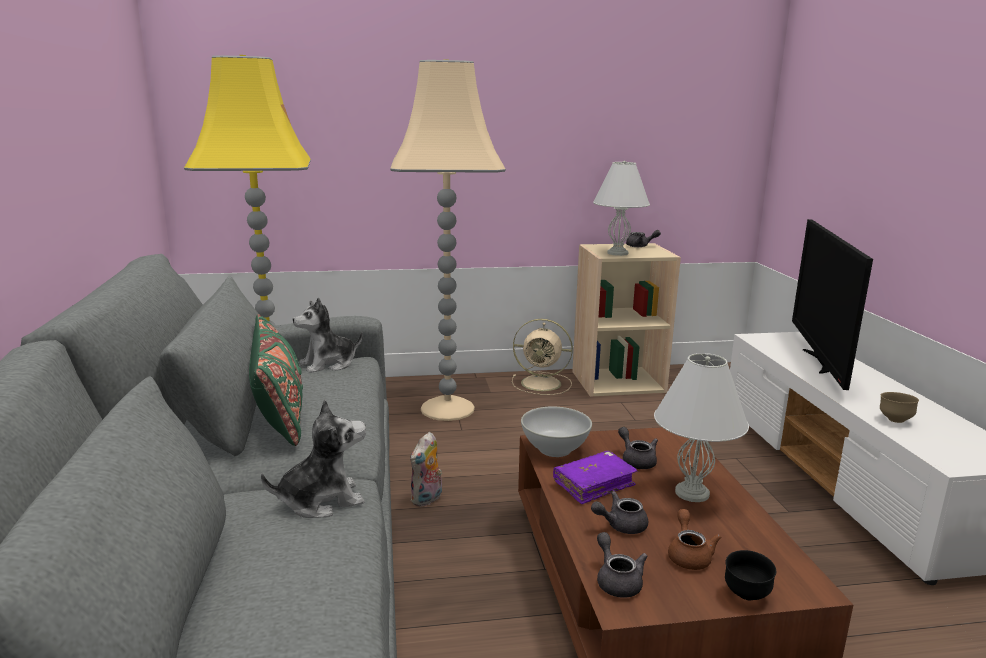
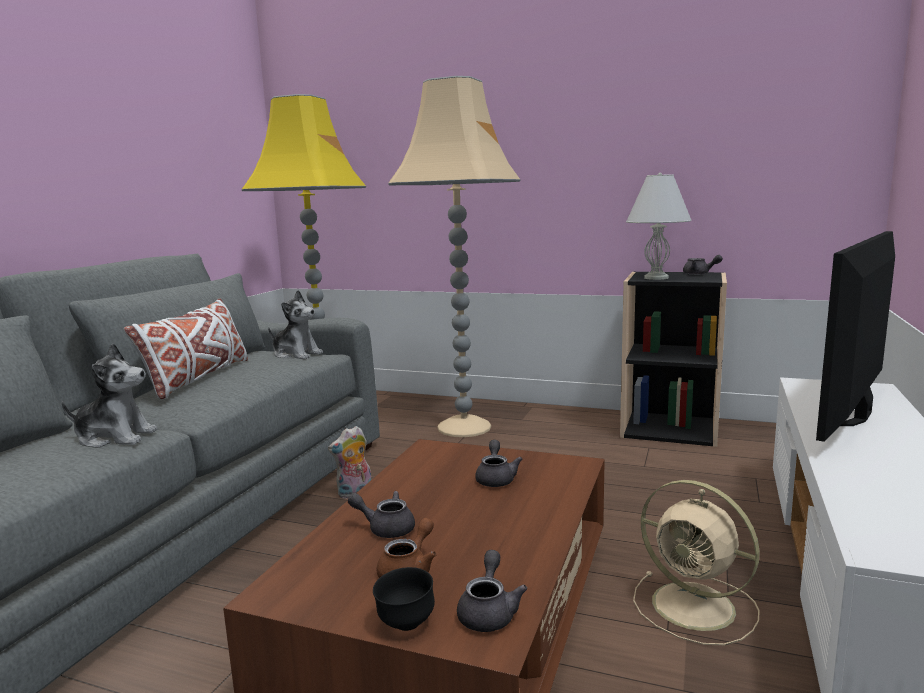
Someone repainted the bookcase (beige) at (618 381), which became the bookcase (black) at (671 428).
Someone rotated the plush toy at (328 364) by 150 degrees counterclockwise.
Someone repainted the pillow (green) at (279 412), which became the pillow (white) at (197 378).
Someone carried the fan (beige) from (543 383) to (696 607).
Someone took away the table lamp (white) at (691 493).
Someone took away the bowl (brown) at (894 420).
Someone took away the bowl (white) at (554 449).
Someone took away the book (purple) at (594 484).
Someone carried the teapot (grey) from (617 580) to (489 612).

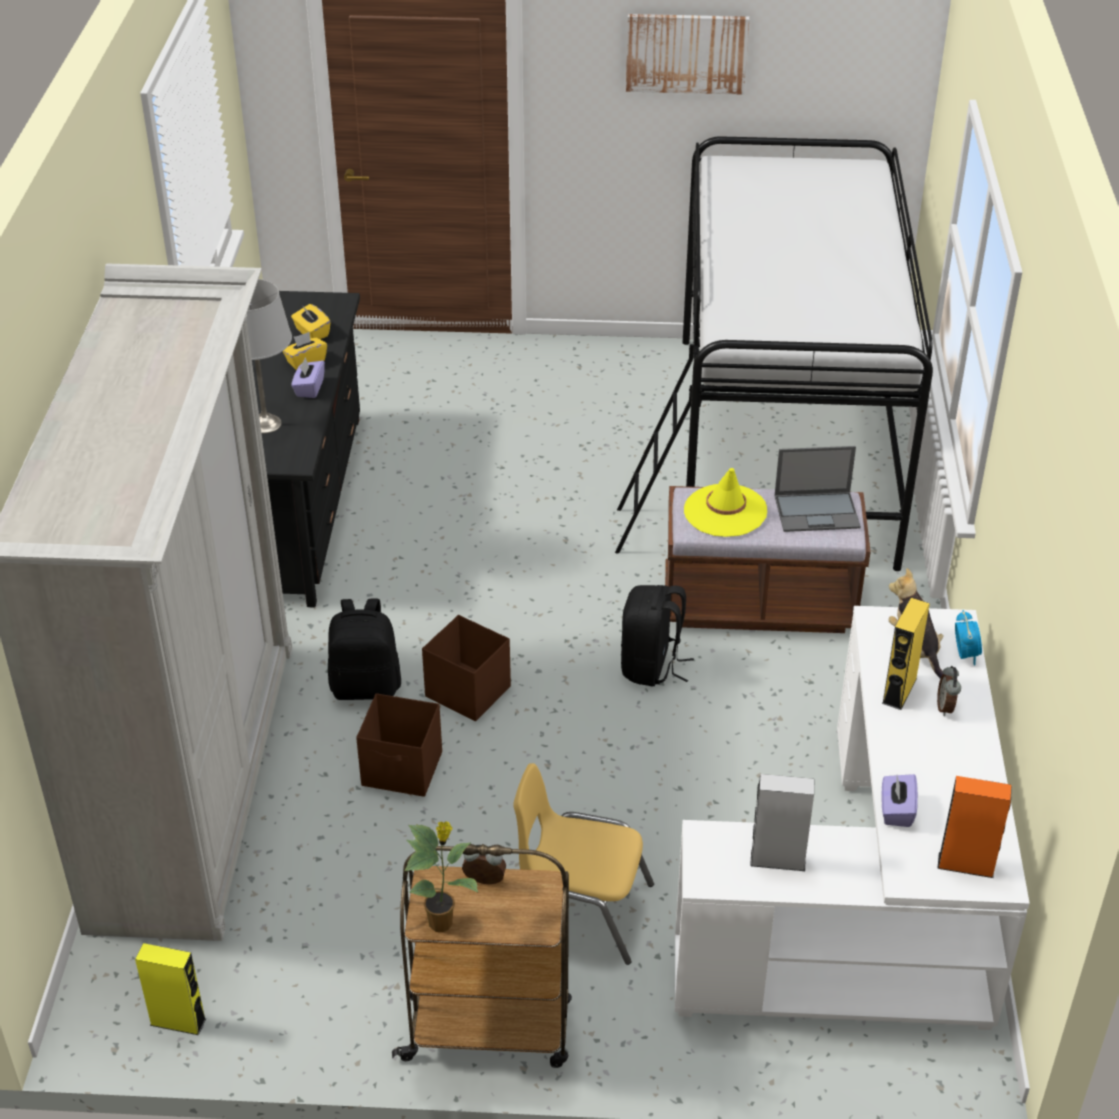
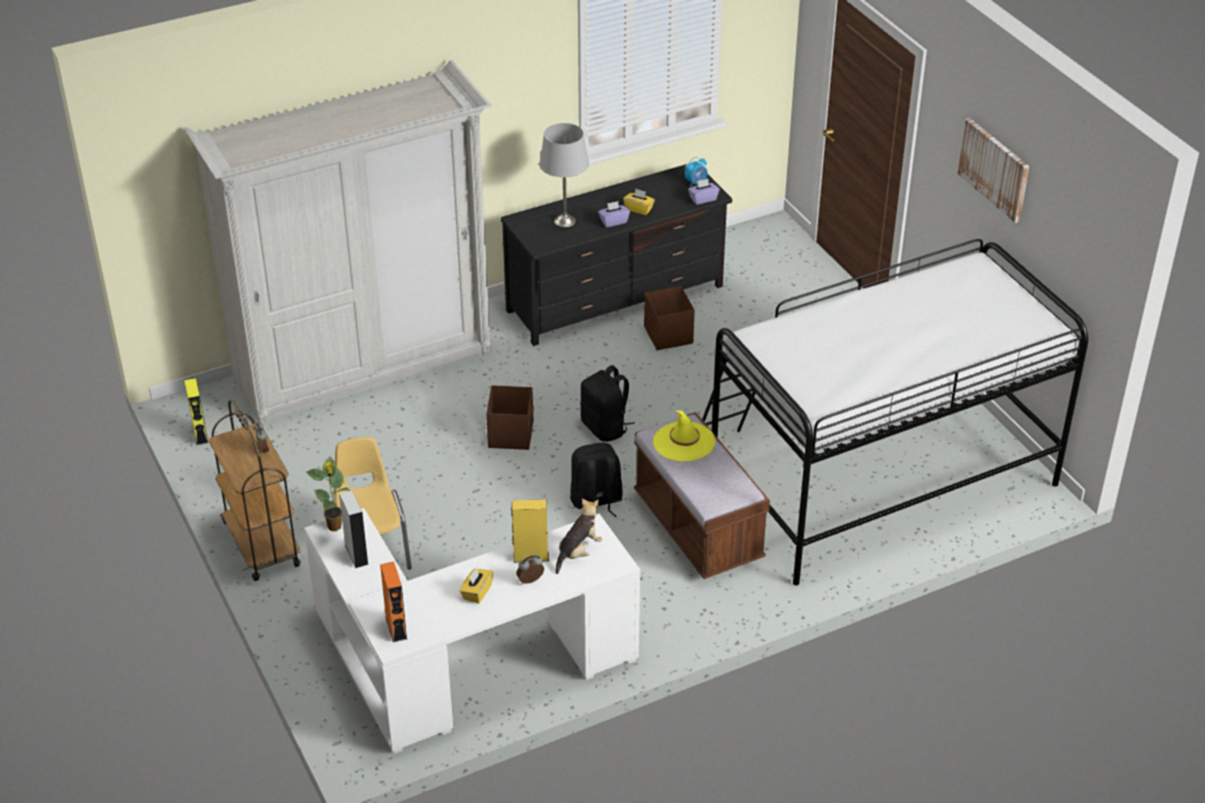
Someone carried the tissue box (yellow) from (312 333) to (476 592).
Someone took away the laptop at (817 511).
Someone carried the backpack (black) from (366 686) to (605 428).
Someone carried the alarm clock from (965 654) to (696 183).
Someone carried the storage box (brown) from (403 770) to (668 336).
Someone carried the tissue box (purple) from (896 811) to (703 199).
Someone carried the potted plant from (442 922) to (335 527).

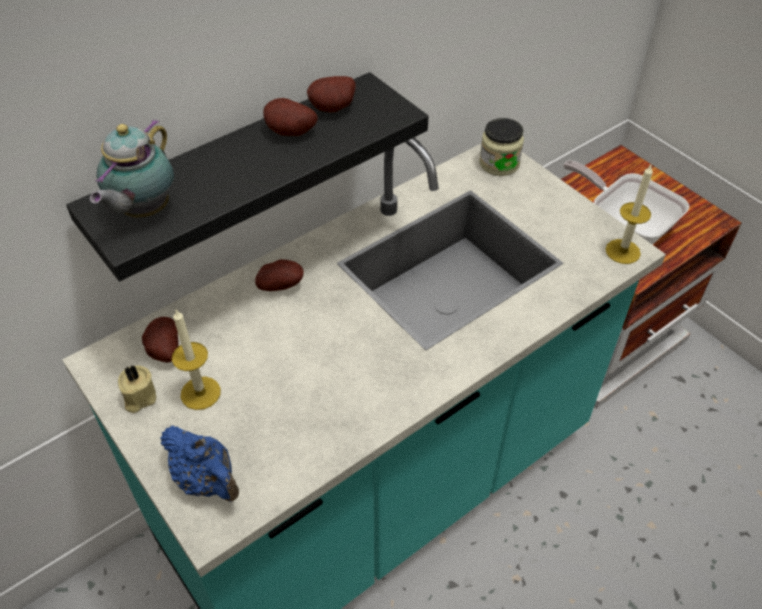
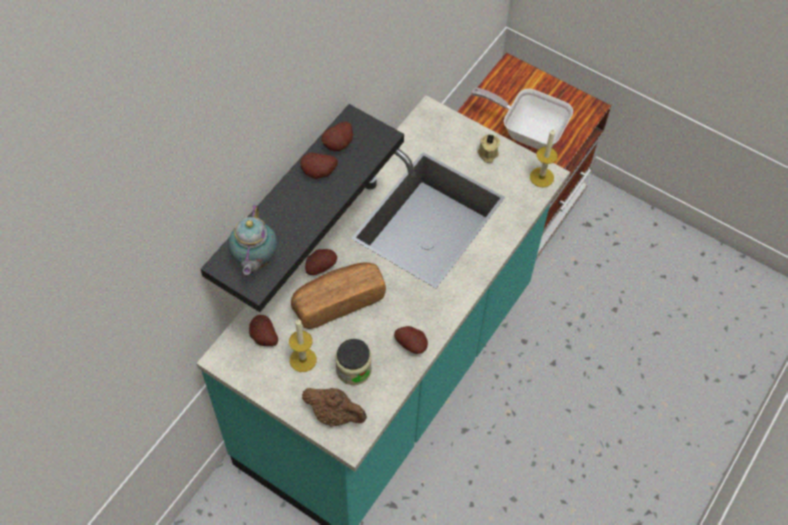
Someone carried the jar from (499 163) to (353 369).
Someone carried the candle (beige) from (139 397) to (487 154).
Someone repainted the teapot (blue) at (207 480), which became the teapot (brown) at (335 414).
Someone put down the bread at (338 301).
Someone put down the potato at (412 344).

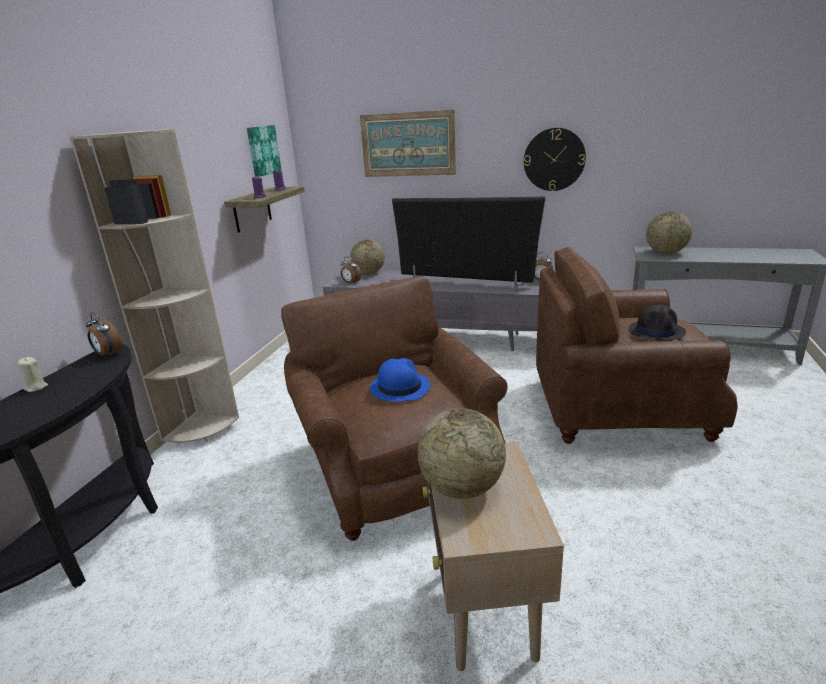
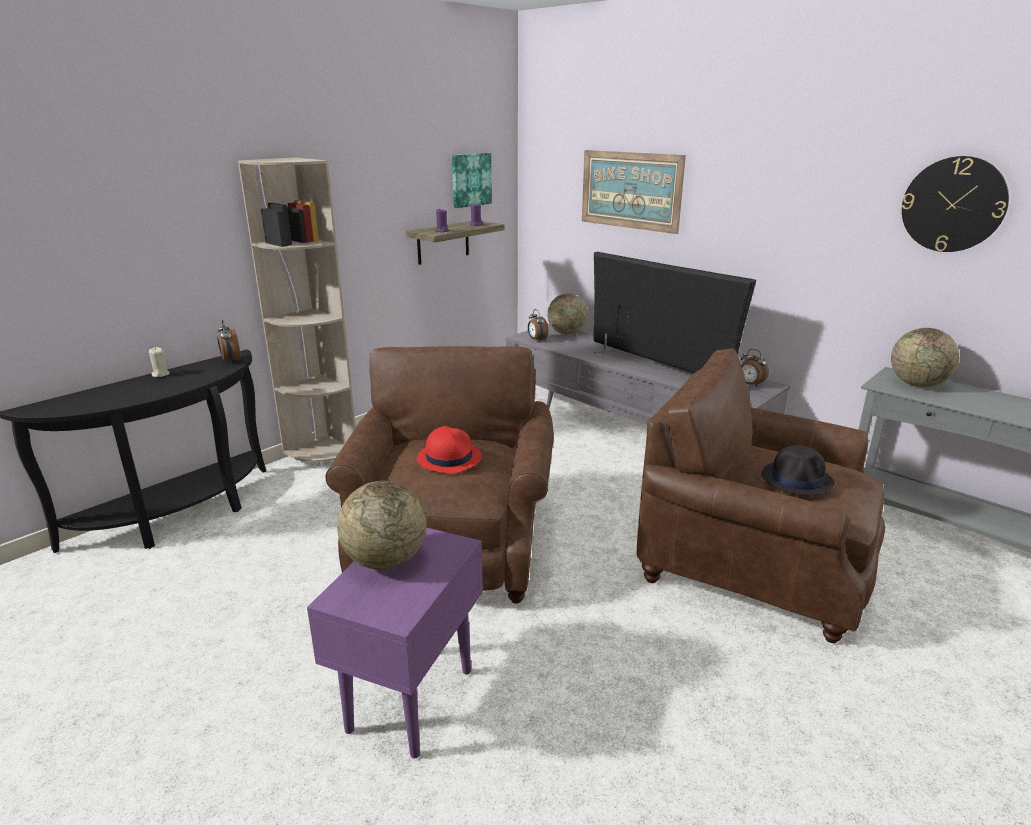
Someone carried the wall clock from (554 159) to (953 204).
Someone repainted the hat (blue) at (399 387), which became the hat (red) at (449 458).
Someone repainted the side table (beige) at (486 614), which became the side table (purple) at (409 701).

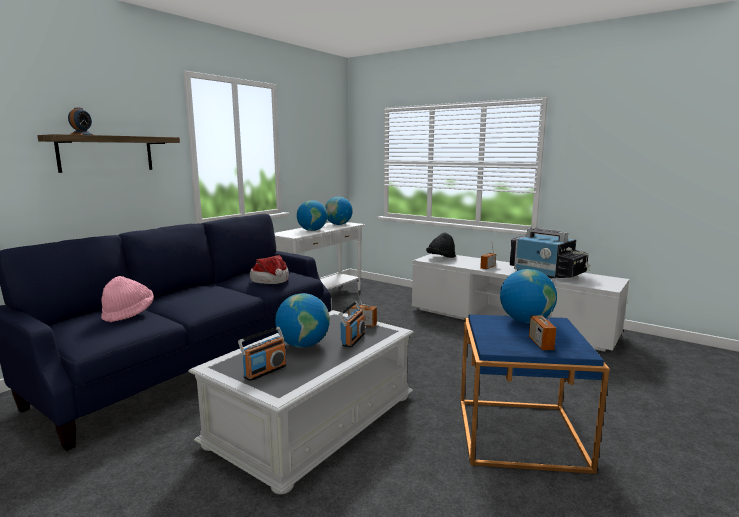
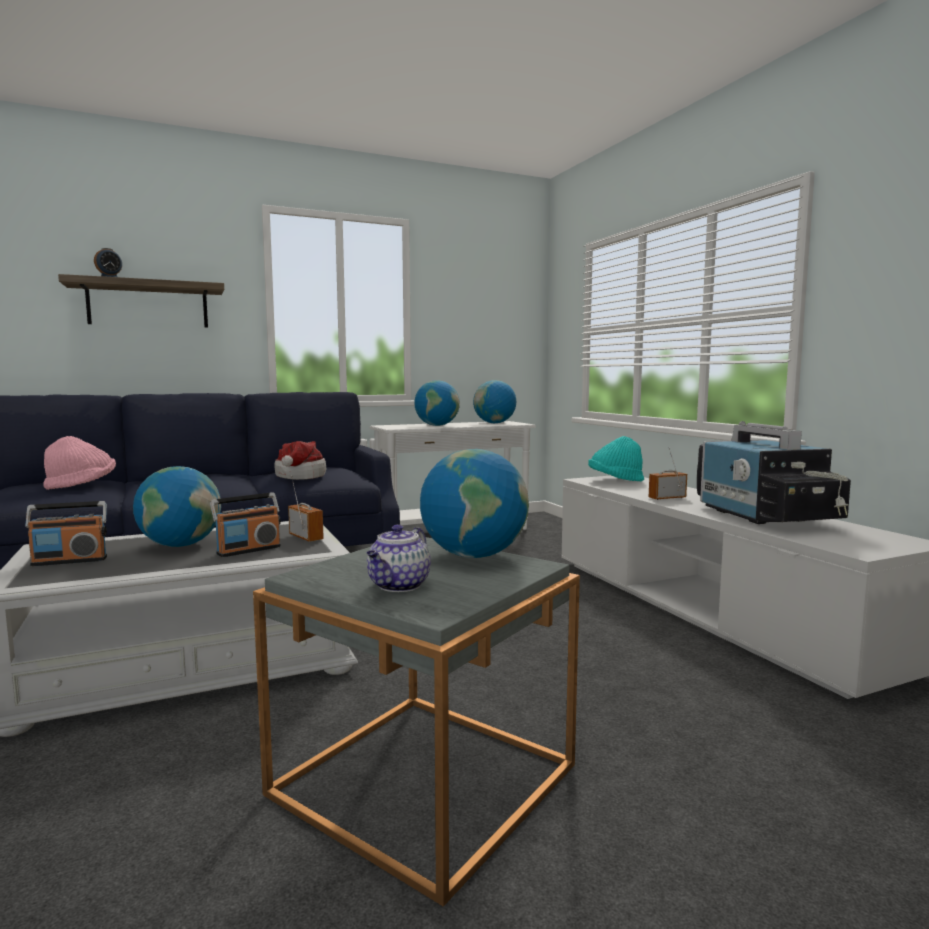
Someone repainted the hat (black) at (441 258), which became the hat (turquoise) at (615 481).
Someone swapped the radio at (540 344) for the teapot at (399 586).
Someone repainted the side table (blue) at (520 433), which became the side table (grey) at (424 779).

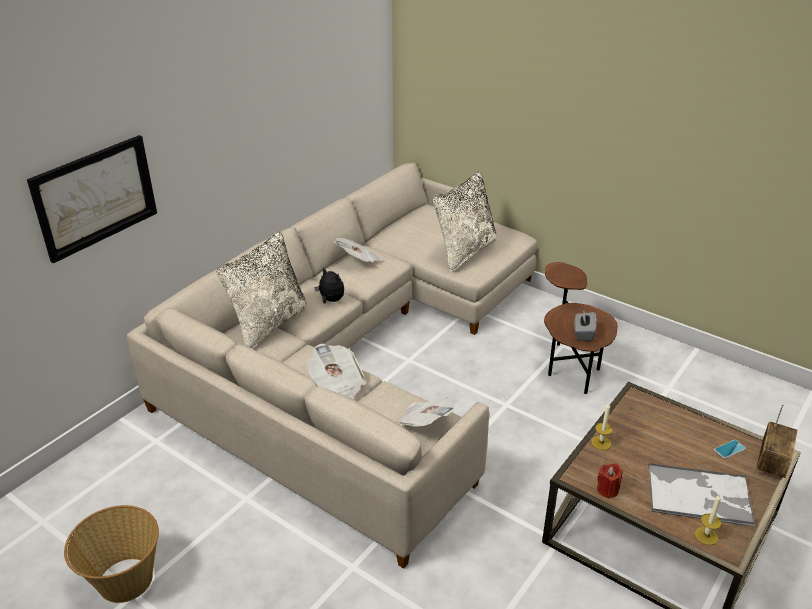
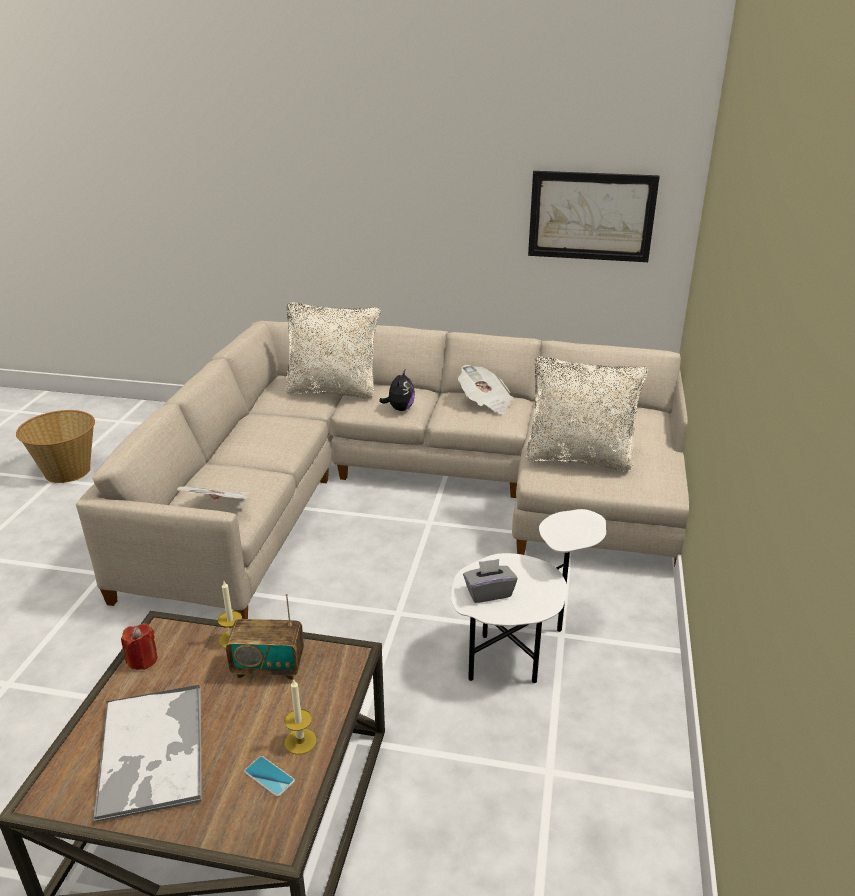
Someone carried the picture from (95 197) to (591 216).
Someone repainted the side table (brown) at (569 365), which became the side table (white) at (521 650).
Someone took away the newspaper at (337 385).
Someone carried the radio from (771 463) to (268 667).
Someone carried the candle from (706 536) to (300 741).

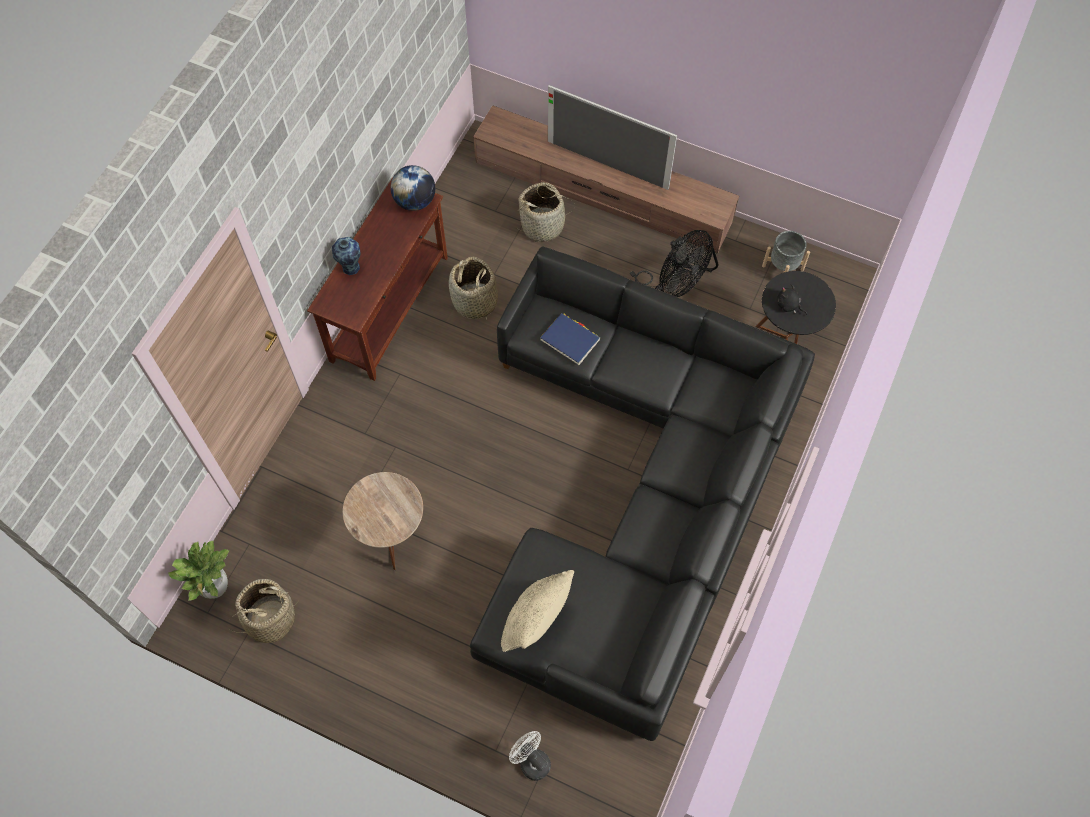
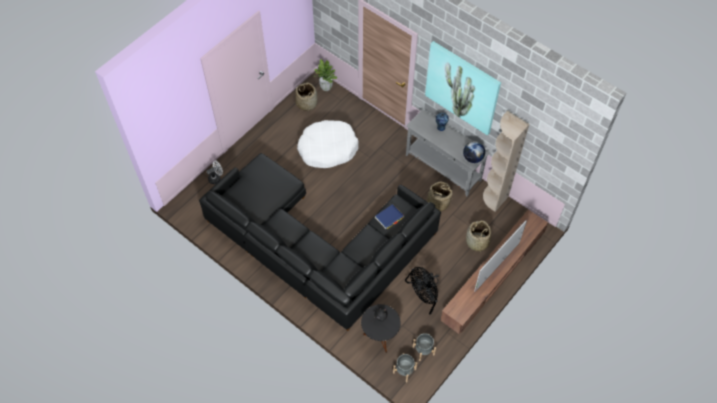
Someone repainted the console table (brown) at (389 308), which became the console table (grey) at (443 167).
Someone swapped the side table (brown) at (392 536) for the dog bed (white) at (327 149).
Someone took away the pillow (beige) at (535 623).
Someone put up the picture at (462 87).
Someone put down the bookcase (beige) at (493 199).
Someone put down the planter (grey) at (404 371).

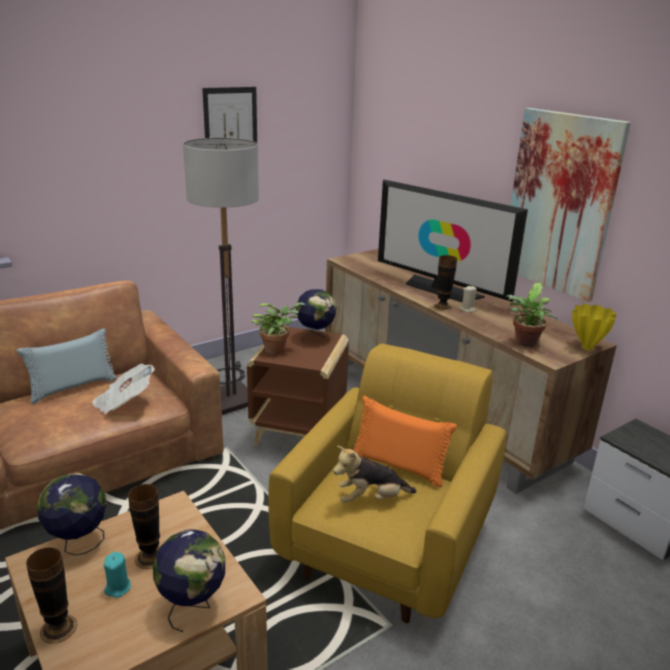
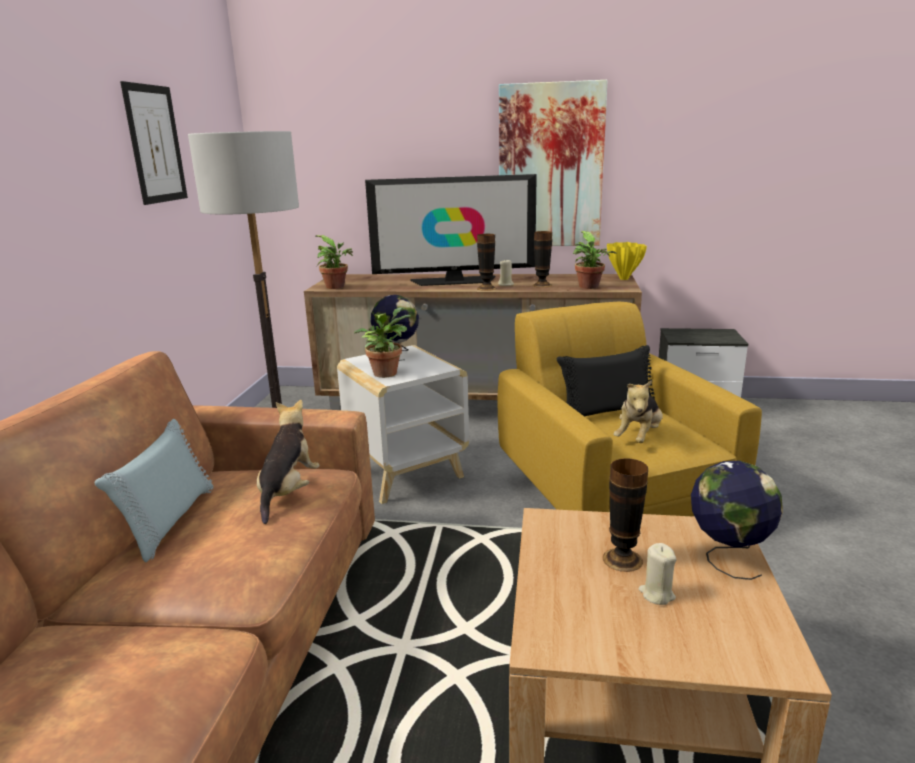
Someone repainted the side table (brown) at (300 435), which became the side table (white) at (408 474).
Someone swapped the newspaper at (124 402) for the plush toy at (288 492).
Someone repainted the pillow (orange) at (398 466), which became the pillow (black) at (606 413).
Someone took away the globe at (79 544).
Someone carried the vase from (58 628) to (542 285).
Someone repainted the candle (turquoise) at (118 588), which became the candle (beige) at (656 594).
Someone put down the potted plant at (337 287).

